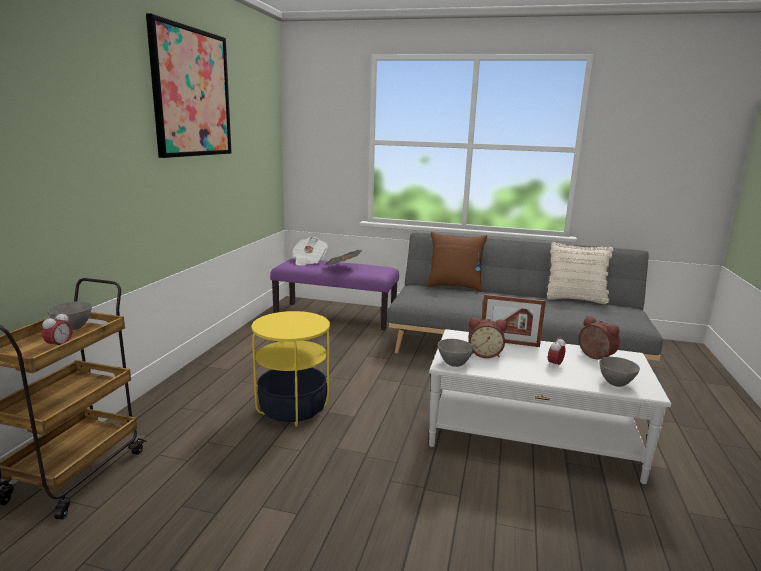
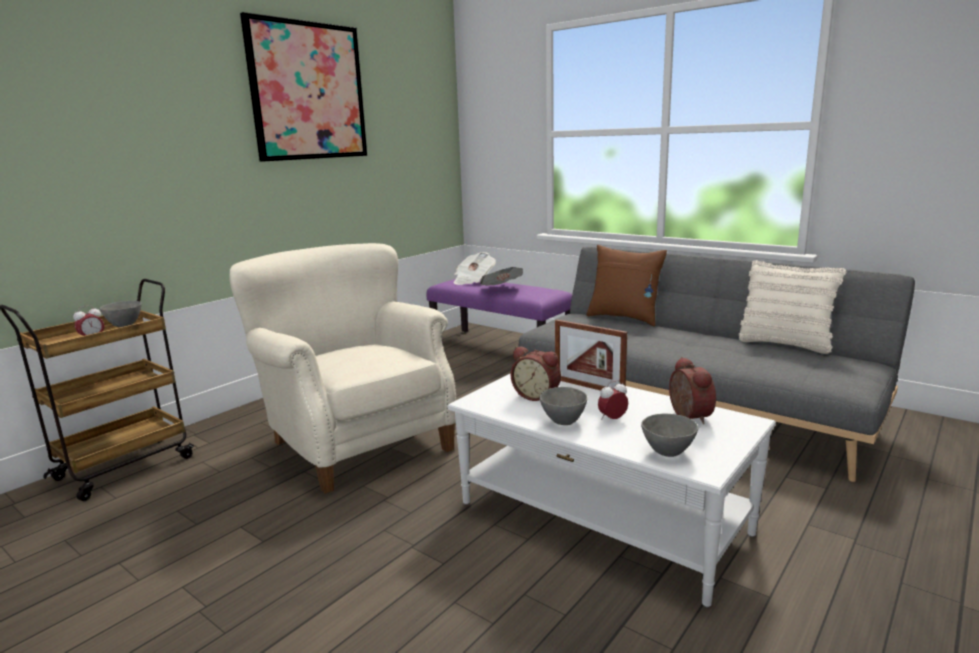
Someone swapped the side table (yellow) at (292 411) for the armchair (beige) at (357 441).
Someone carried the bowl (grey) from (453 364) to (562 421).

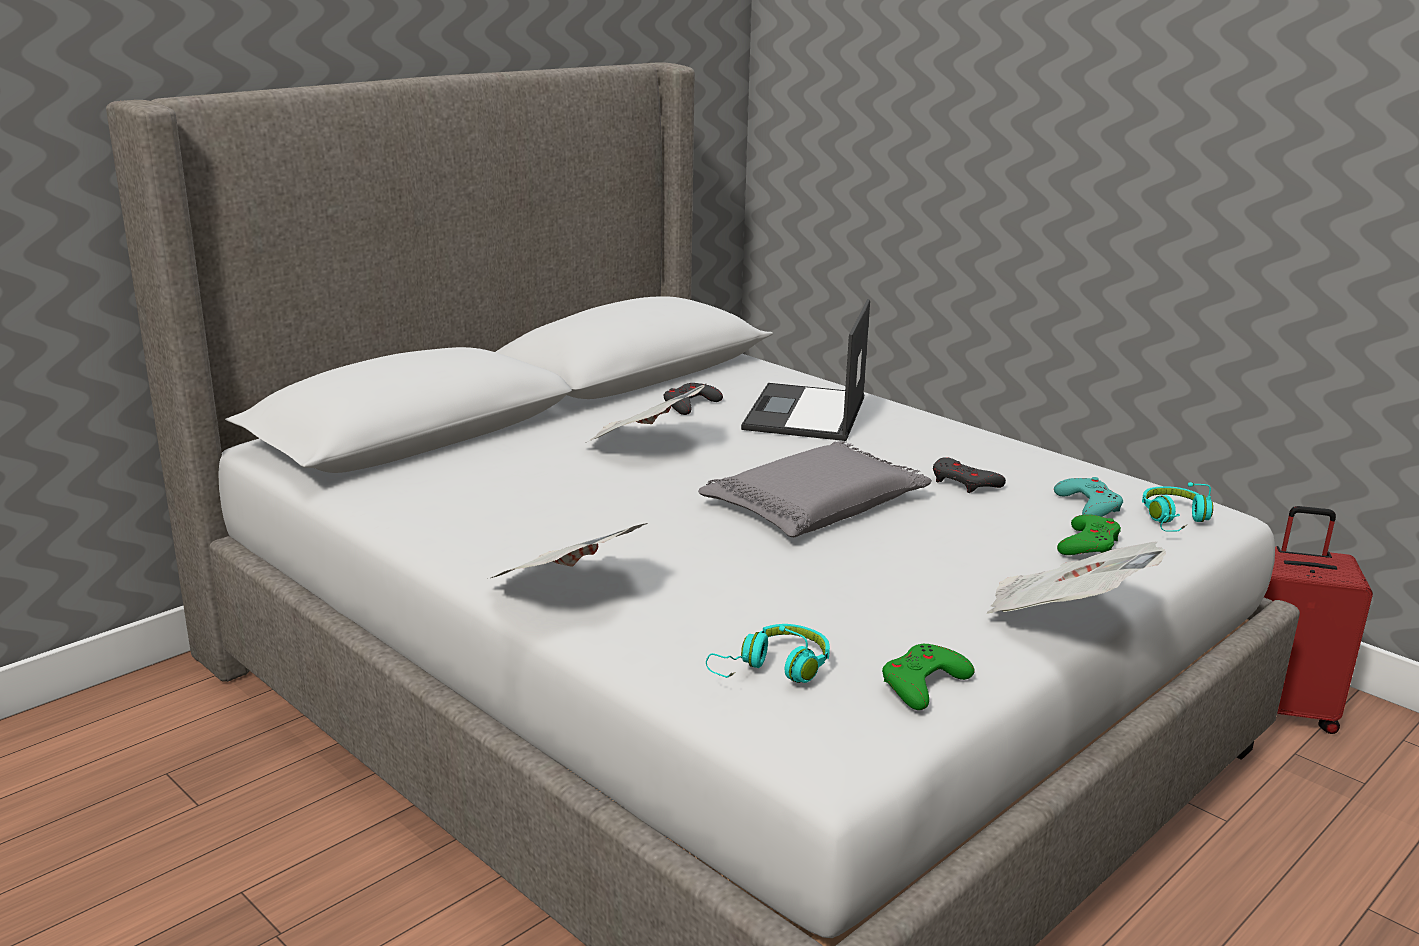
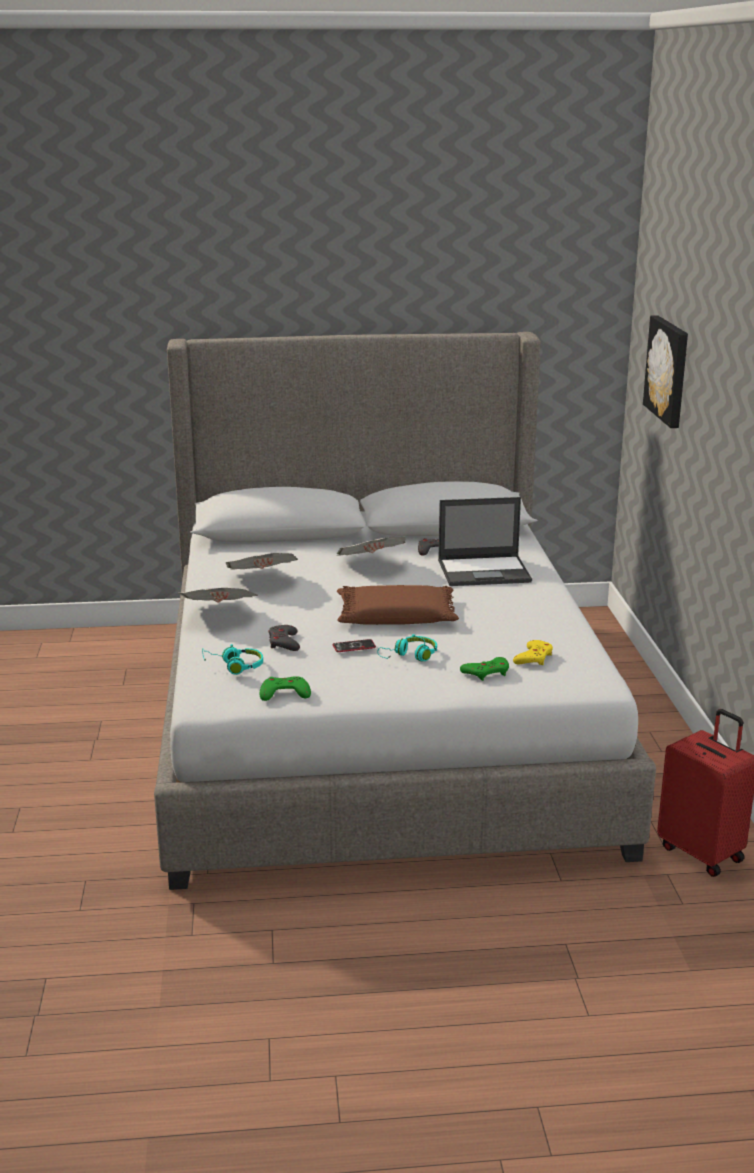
Someone rotated the laptop at (805 414) by 150 degrees counterclockwise.
Someone repainted the pillow (grey) at (816 502), which became the pillow (brown) at (396 614).
Someone carried the game controller (grey) from (964 482) to (284 642).
Someone repainted the game controller (turquoise) at (1089 505), which became the game controller (yellow) at (534 657).
Someone carried the headphones (turquoise) from (1174 520) to (410 656).
Someone carried the newspaper from (1063 617) to (262 580).
Someone put up the picture at (669 370).
Someone put down the phone at (354 646).

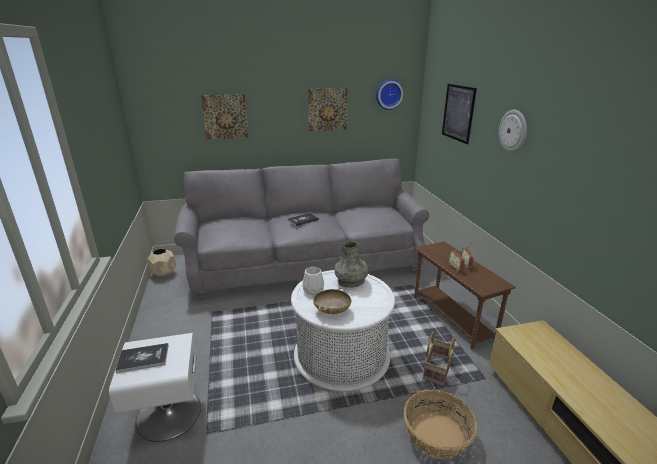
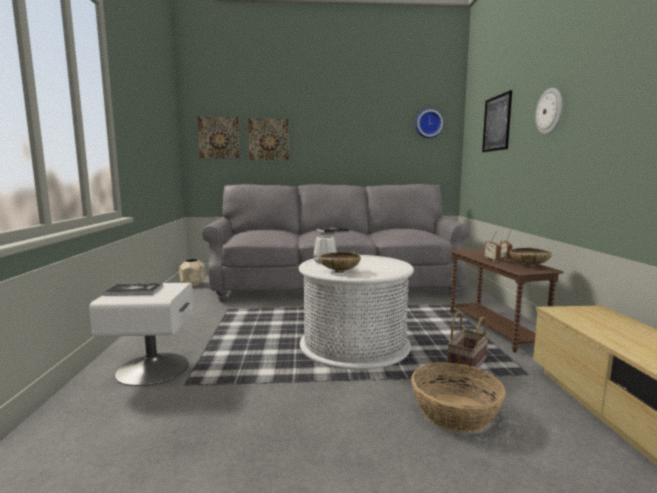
Someone carried the picture from (327 109) to (219 137).
Someone took away the vase (grey) at (351 281).
Someone put down the bowl (beige) at (528 265).

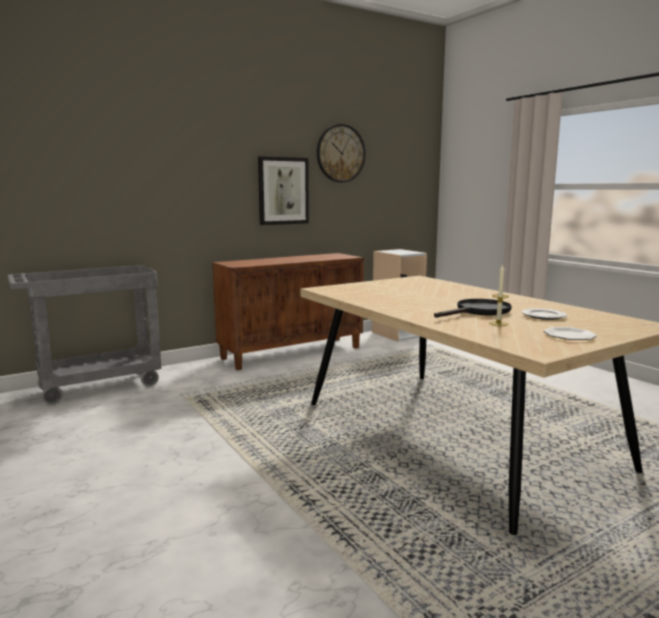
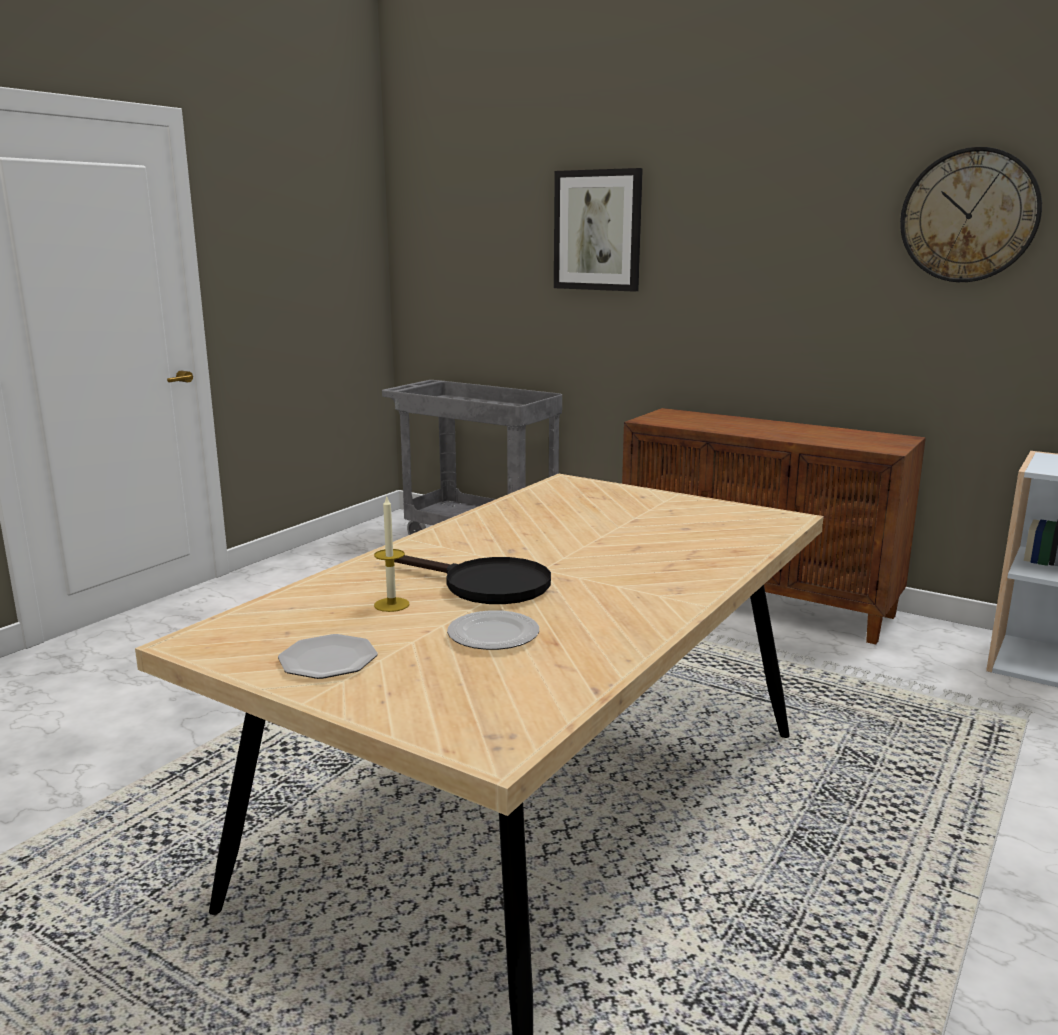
Someone carried the picture from (283 191) to (597 230).

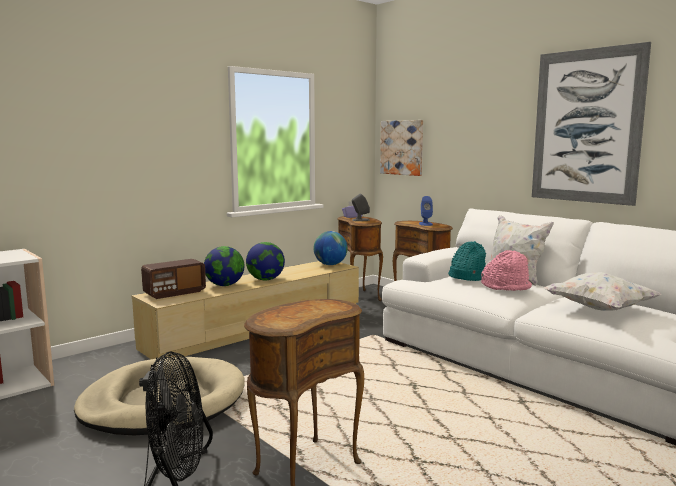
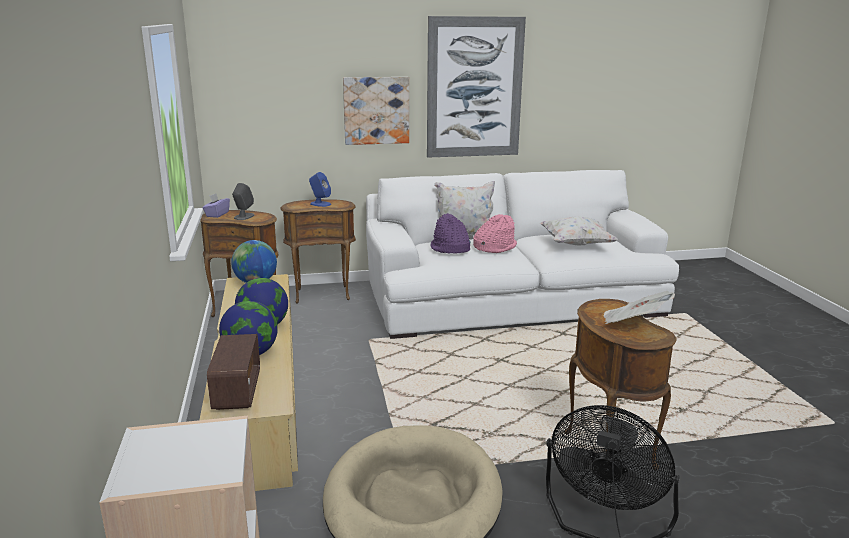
Someone carried the picture from (402 147) to (376 110).
Someone repainted the hat (turquoise) at (467 277), which became the hat (purple) at (449 249).
Someone put down the newspaper at (633 323).

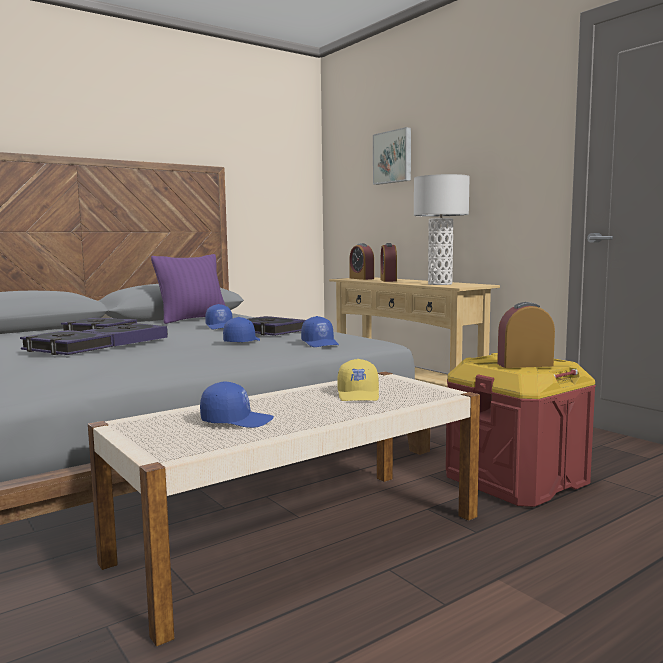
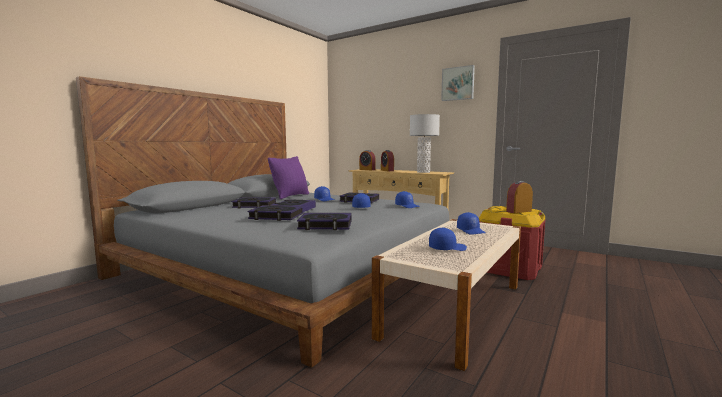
Someone carried the picture from (393 157) to (458 83).
Someone repainted the cap (yellow) at (359 395), which became the cap (blue) at (471 231).
Someone put down the book at (325 225).

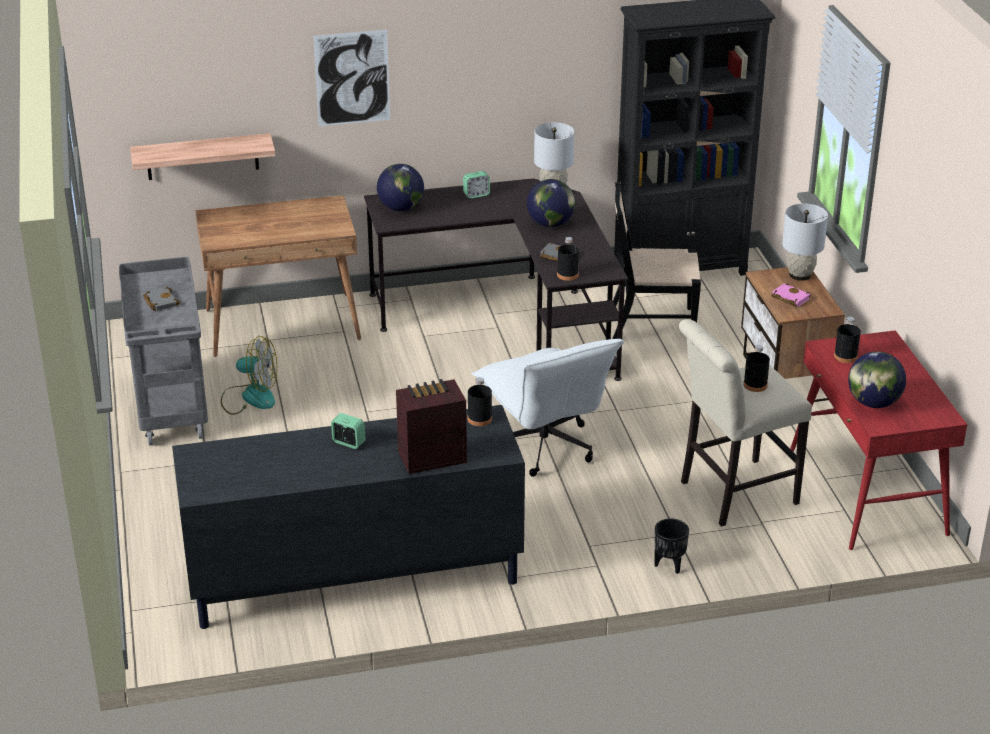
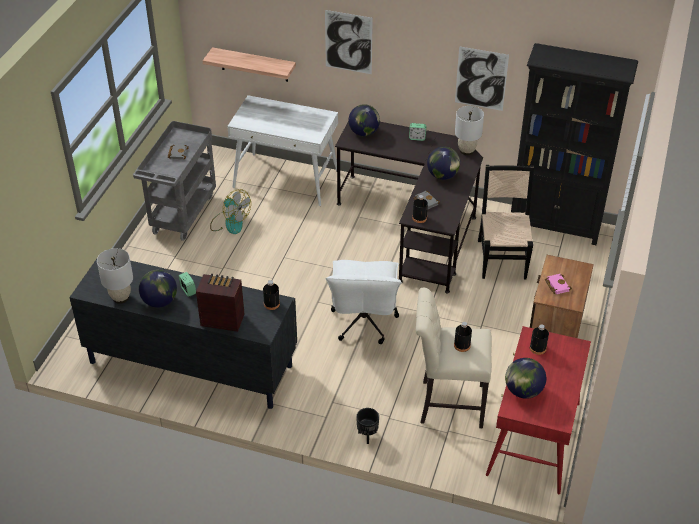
Someone rotated the chair at (651 324) by 60 degrees clockwise.
Someone repainted the desk (brown) at (283 324), which became the desk (white) at (286 179).
Someone carried the table lamp (white) from (799 275) to (120 297).
Someone put up the picture at (481 79).
Someone put down the globe at (160 301).

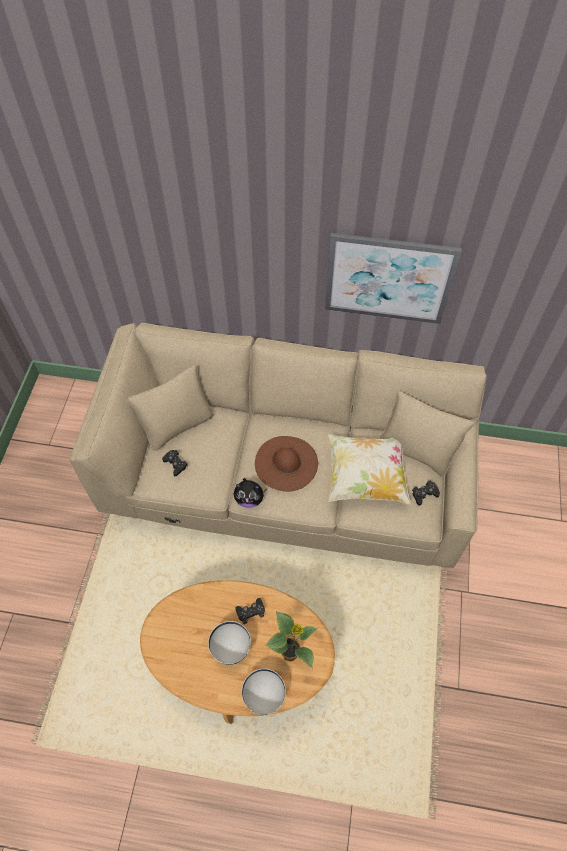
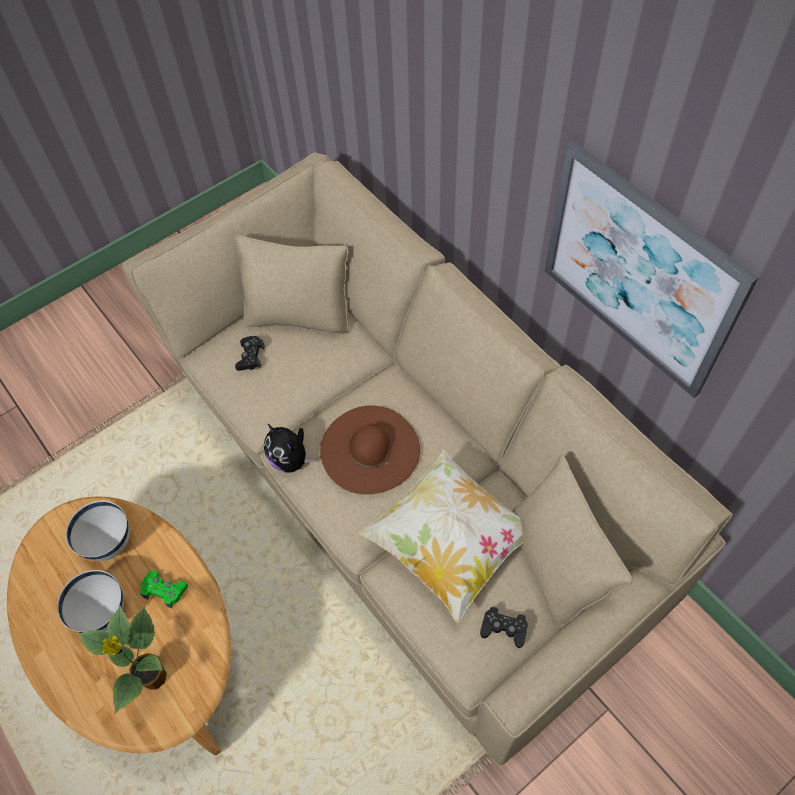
Someone repainted the game controller (black) at (250 611), which became the game controller (green) at (164 590).
Someone carried the bowl (white) from (264 697) to (110 544).

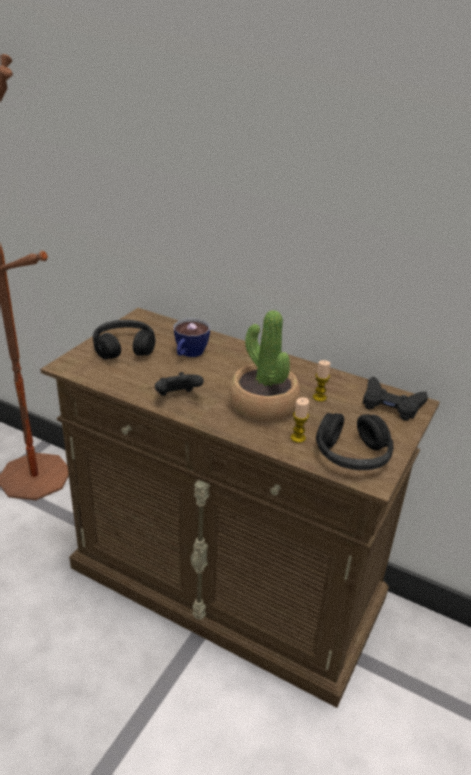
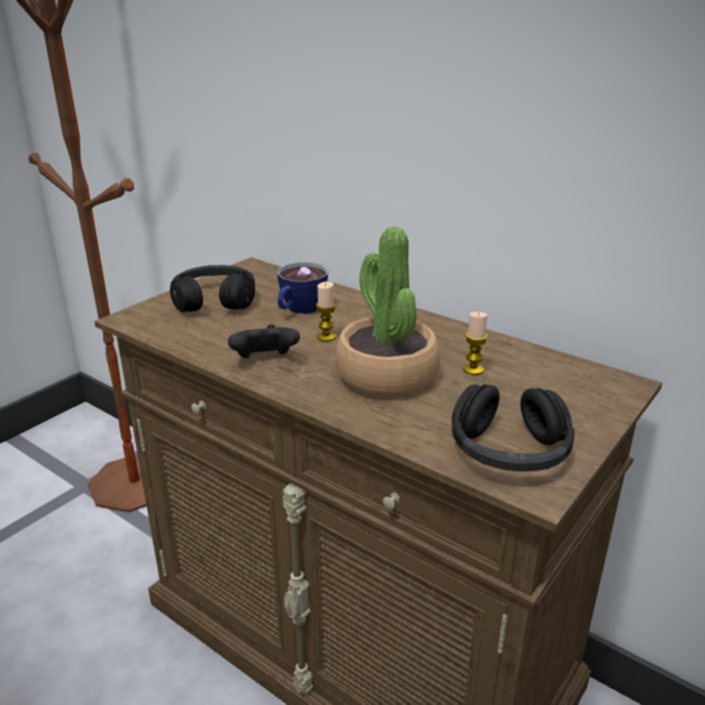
Someone took away the game controller (black) at (391 404).
Someone carried the candle from (298 438) to (326 337).

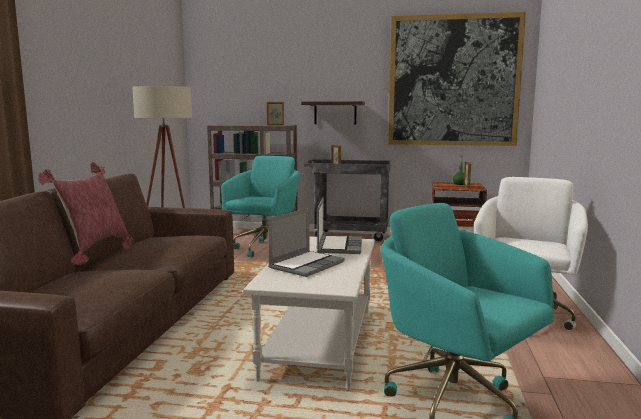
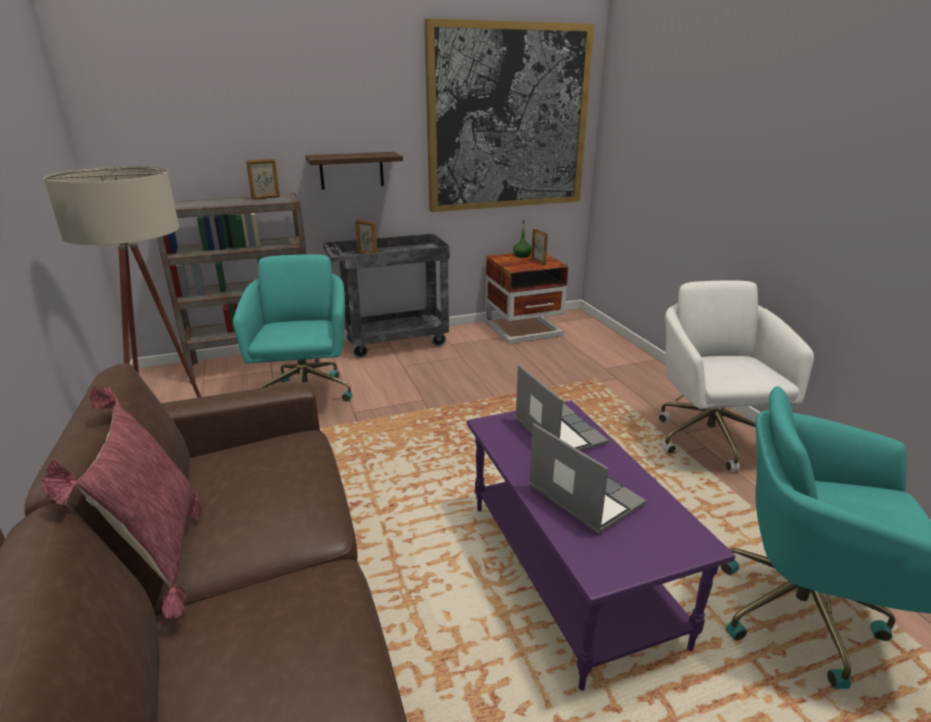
Someone rotated the laptop at (306 265) by 45 degrees counterclockwise.
Someone repainted the coffee table (white) at (318 342), which became the coffee table (purple) at (567 570).

